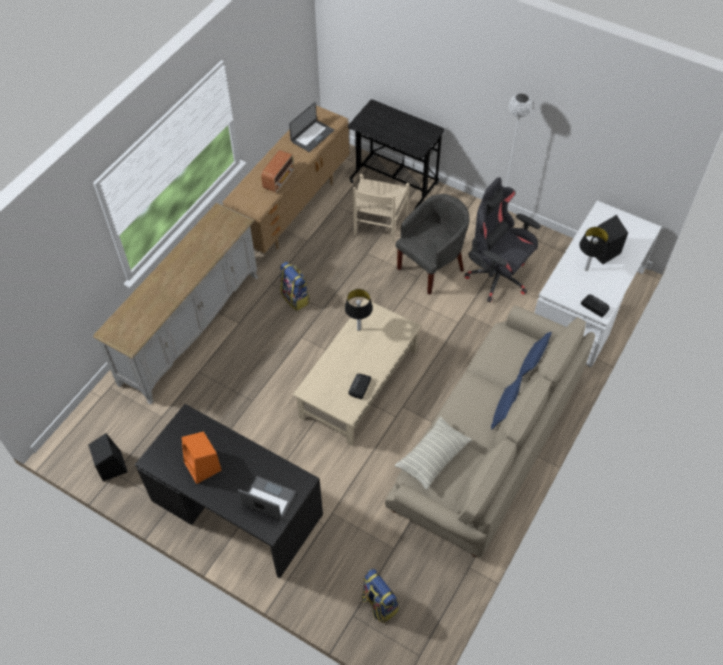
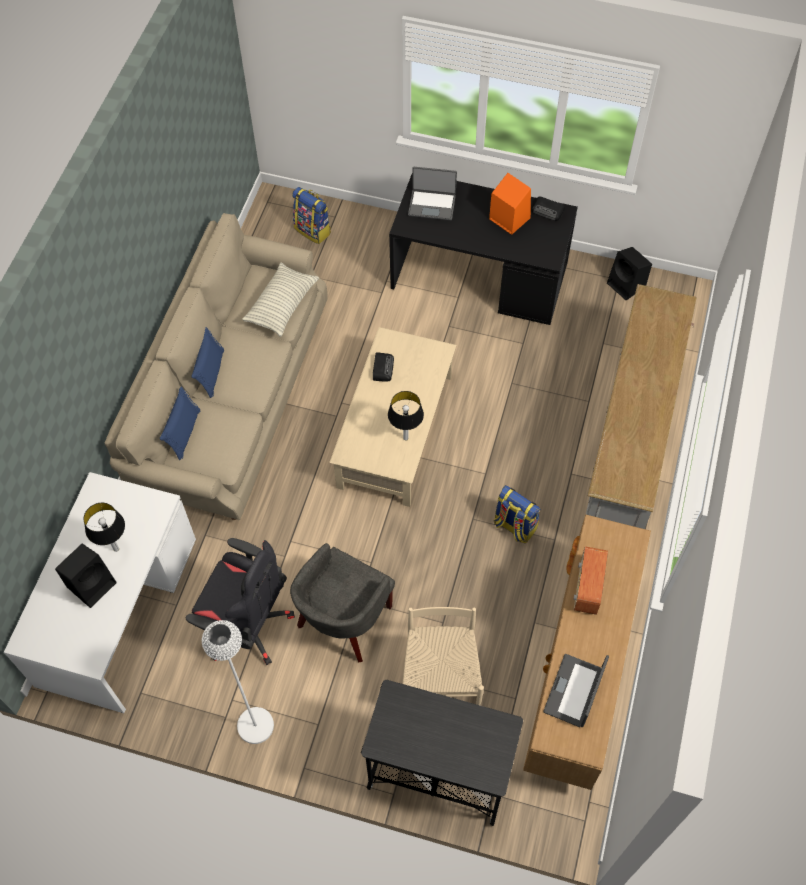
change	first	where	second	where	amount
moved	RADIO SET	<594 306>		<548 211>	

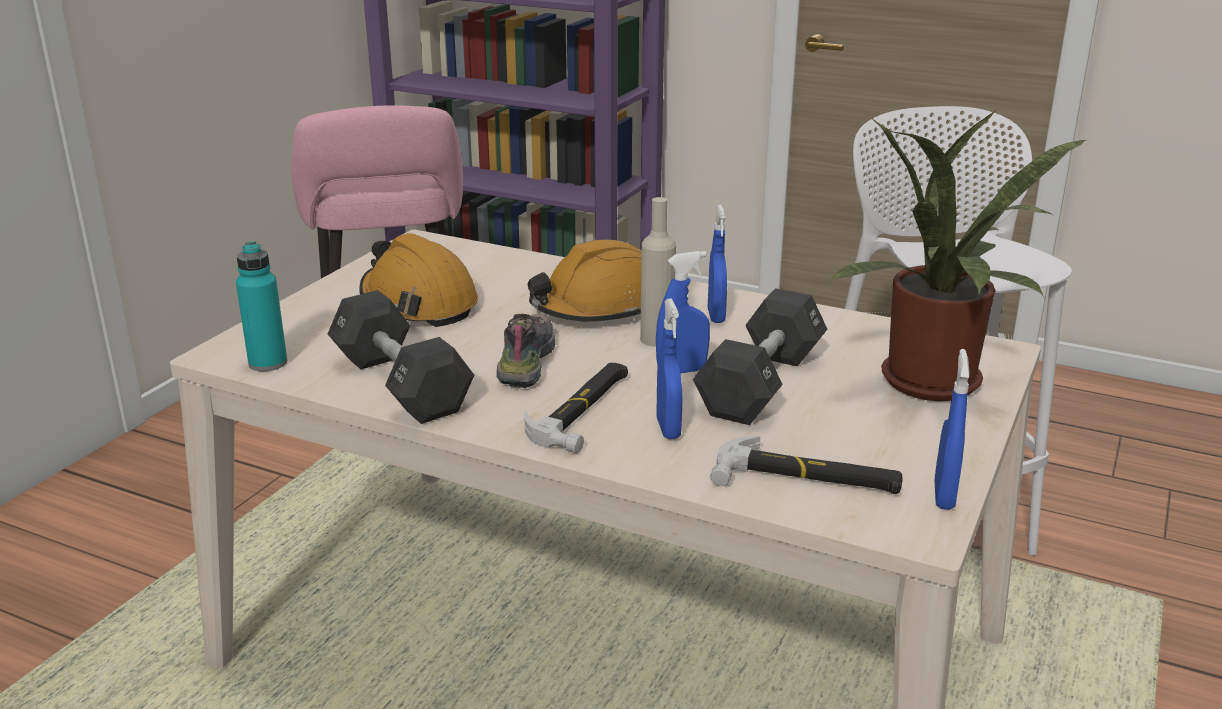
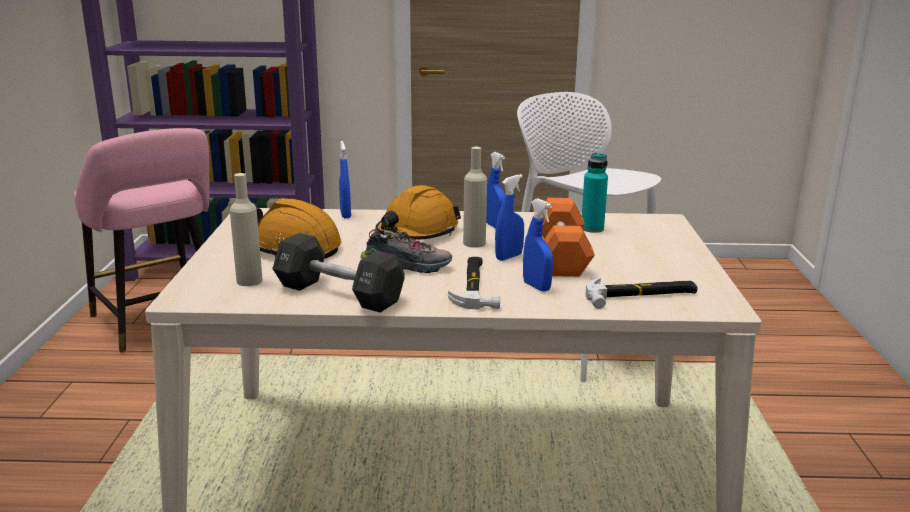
change	first	where	second	where	amount
removed	POTTED PLANT	<936 387>			
added			SAND-COLOURED DRINK BOTTLE	<249 281>	
moved	BLUE-GREEN DRINK BOTTLE	<268 363>		<592 229>	
moved	BLUISH SPRAYER	<944 495>		<345 214>	
recoloured	BLACK-COLOURED DUMBBELL	<761 384>	ORANGE-COLOURED DUMBBELL	<561 255>	
turned	LOW SHOE	<525 361>		<406 268>	105 degrees clockwise

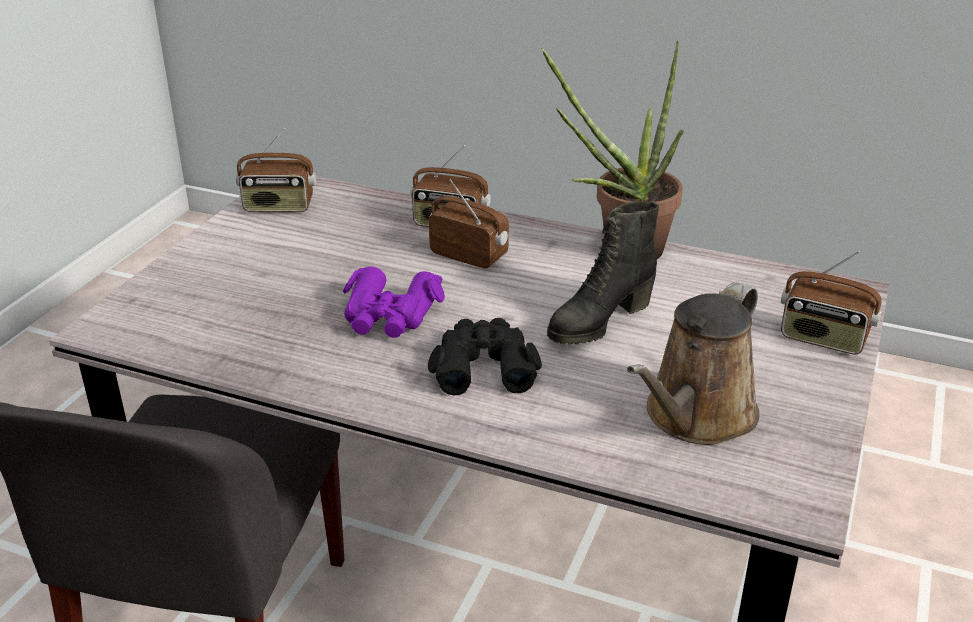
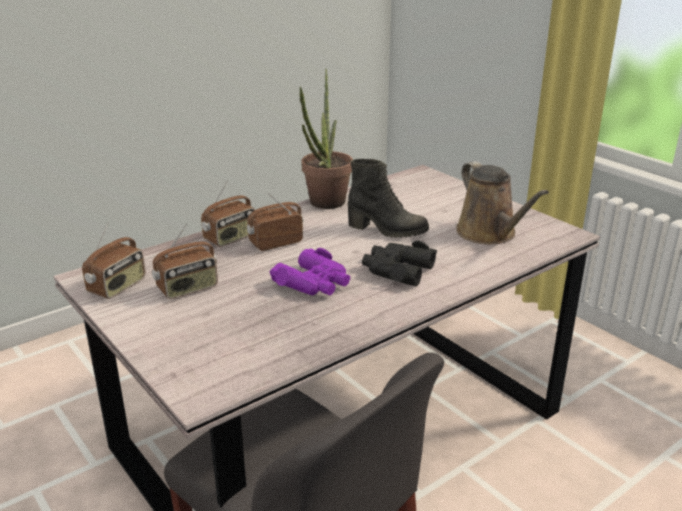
change	first	where	second	where	amount
moved	RADIO SET	<823 339>		<188 289>	
turned	BLACK-COLOURED HIGH-TOP BOOT	<599 322>		<387 230>	60 degrees counterclockwise

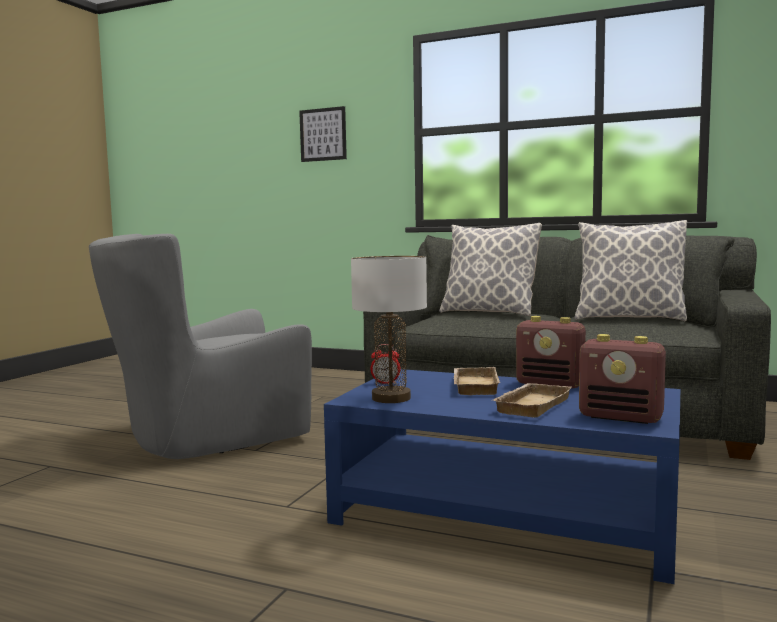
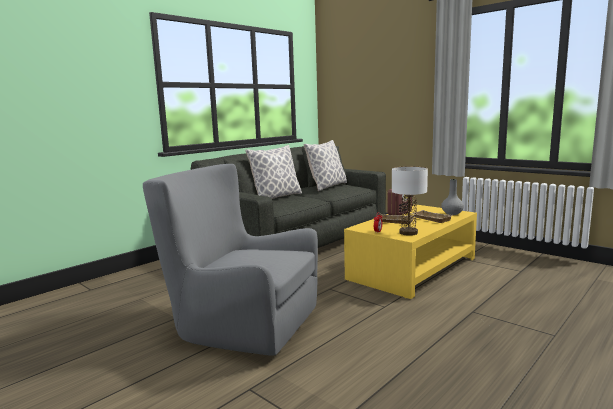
change	first	where	second	where	amount
removed	WALL ART	<323 134>			
replaced	RADIO SET	<621 417>	GREY DECORATIVE VASE	<452 213>	
recoloured	BLUISH COFFEE TABLE	<506 513>	YELLOWISH COFFEE TABLE	<412 269>	
turned	GREY LOUNGE CHAIR	<207 437>		<239 324>	120 degrees clockwise

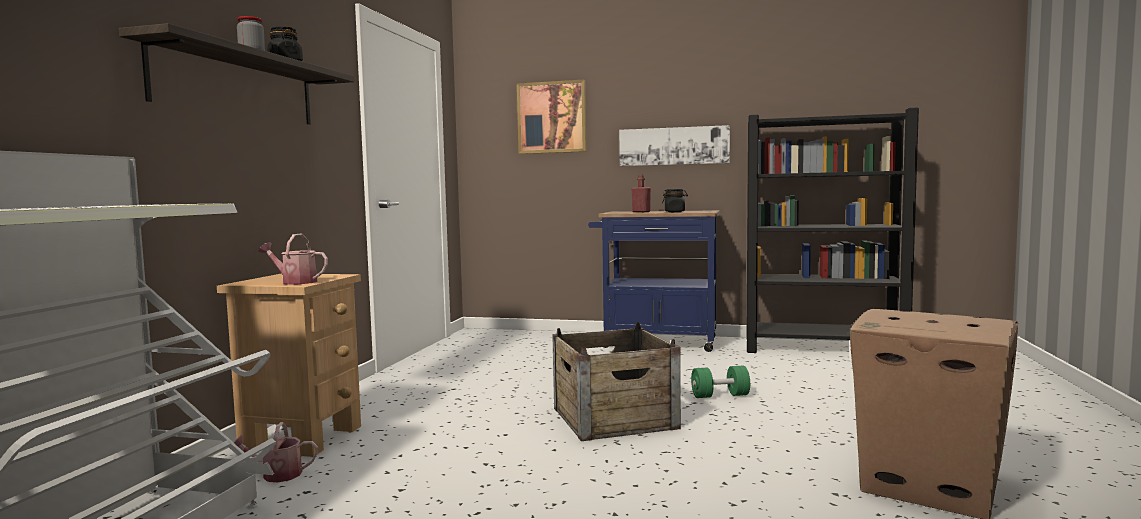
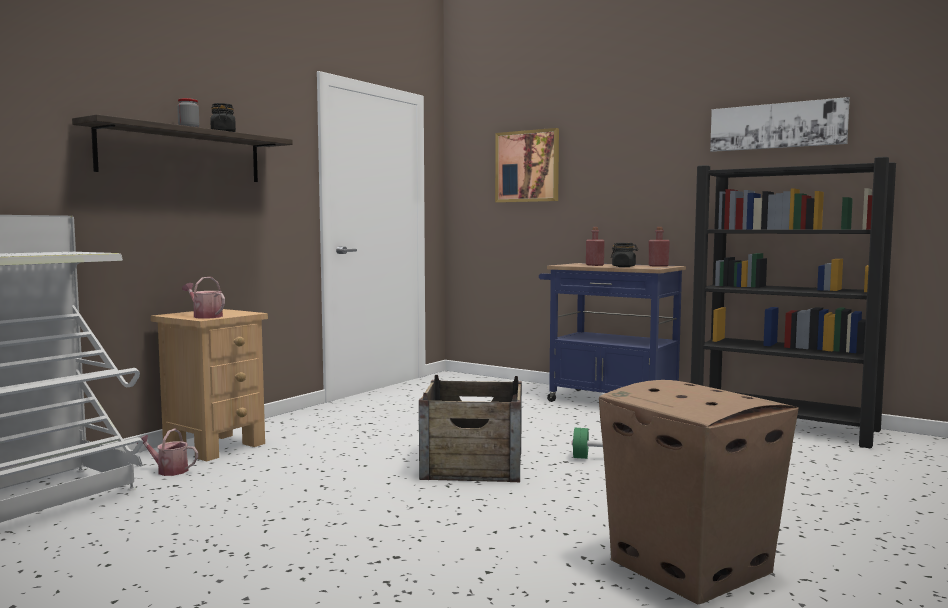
change	first	where	second	where	amount
added			RED-COLOURED DRINK BOTTLE	<658 266>	
moved	WALL ART	<674 146>		<777 126>	

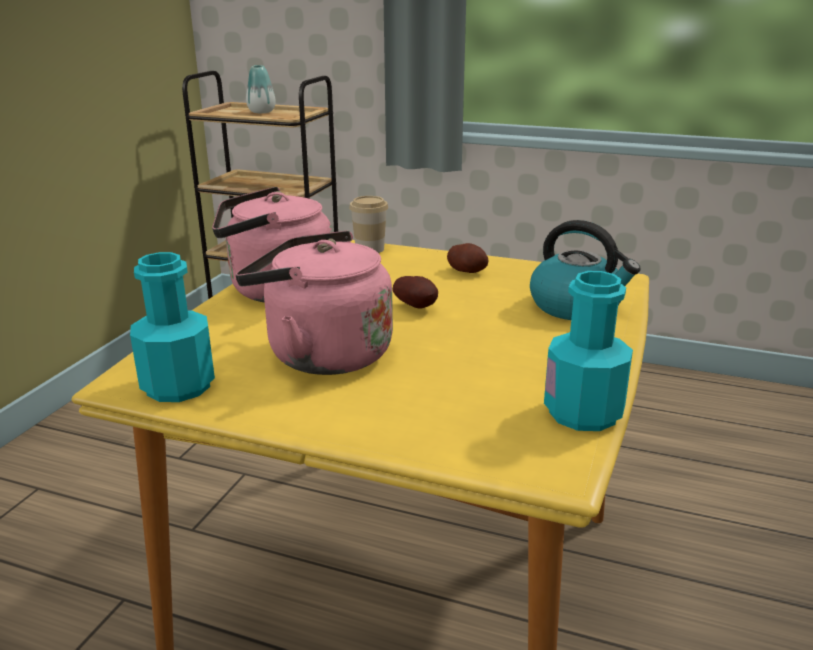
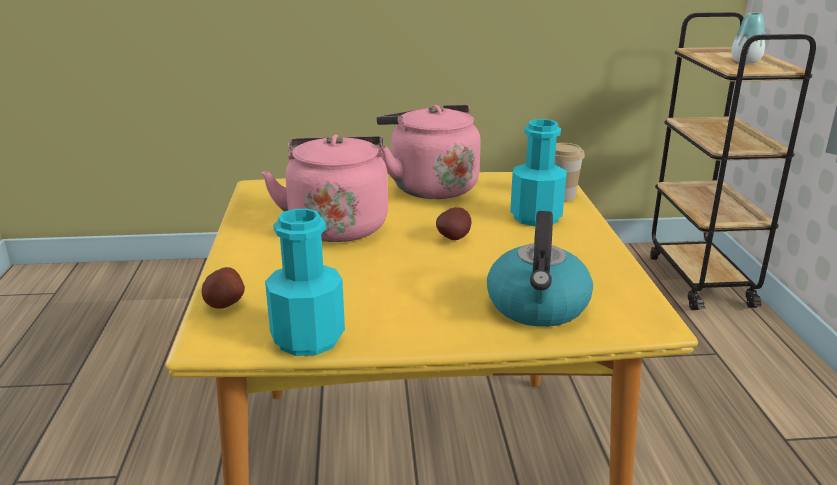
change	first	where	second	where	amount
moved	BLUE-GREEN DRINK BOTTLE	<178 386>		<536 217>	
moved	POTATO	<467 271>		<225 303>	

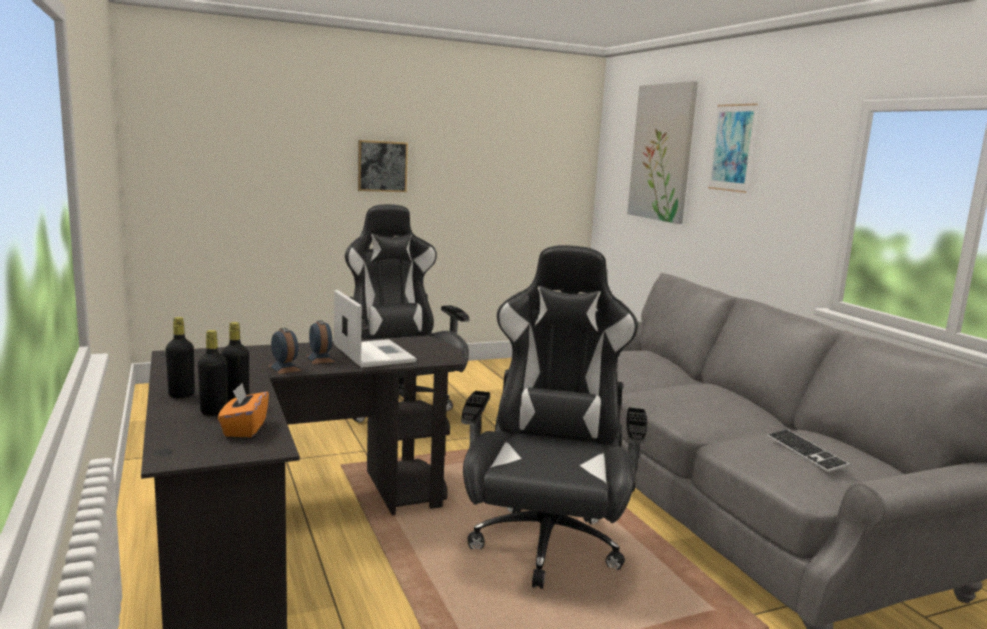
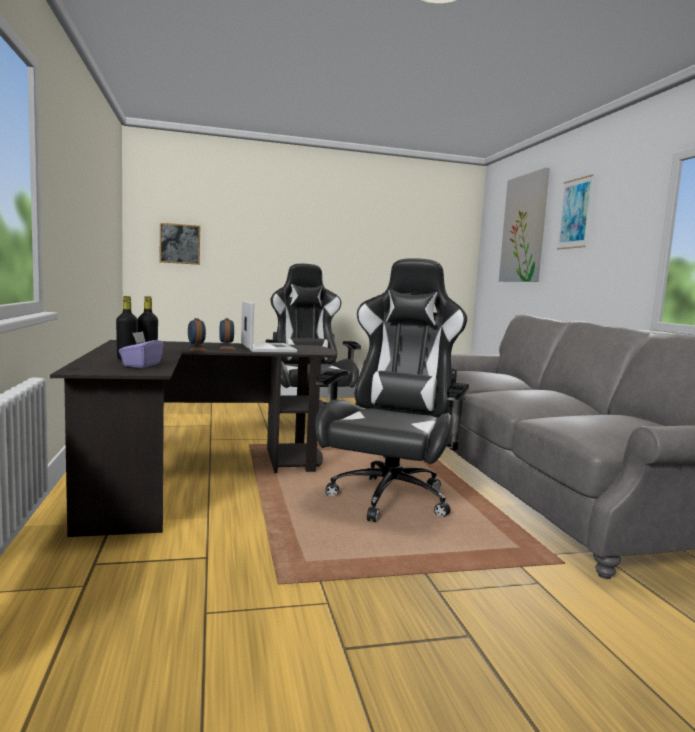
change	first	where	second	where	amount
removed	BLACK-COLOURED DRINK BOTTLE	<181 395>			
removed	COMPUTER KEYBOARD	<805 452>			
moved	WALL ART	<382 166>		<180 244>	
recoloured	ORANGE-COLOURED BOX OF TISSUES	<244 428>	PURPLISH BOX OF TISSUES	<141 365>	

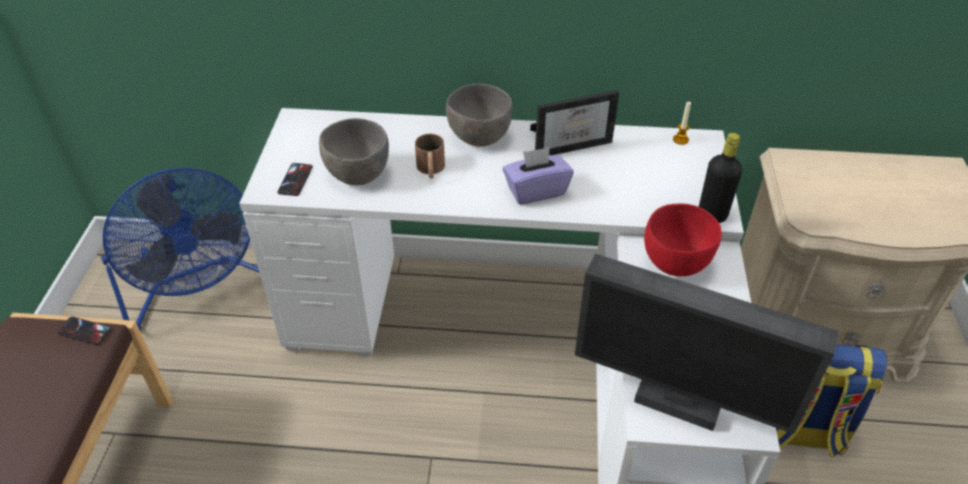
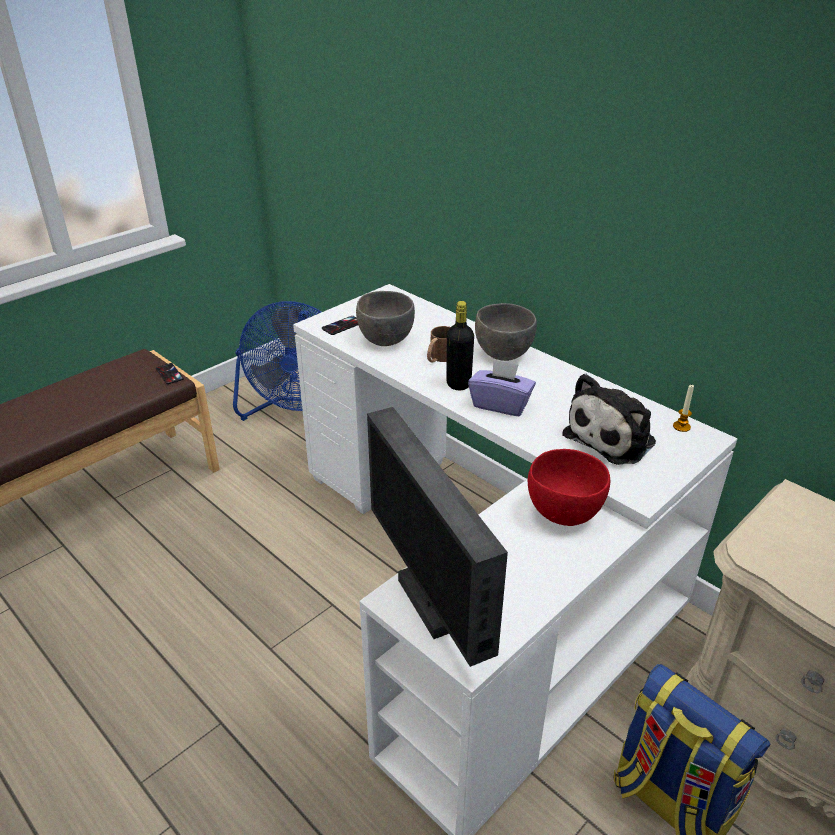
change	first	where	second	where	amount
removed	PICTURE FRAME	<572 144>			
added			PLUSH TOY	<613 437>	
moved	BLACK-COLOURED DRINK BOTTLE	<712 215>		<458 384>	

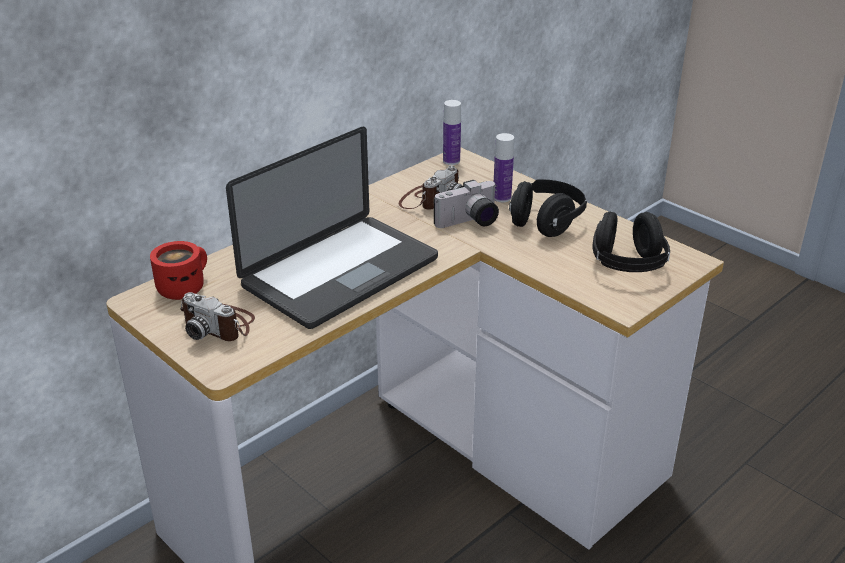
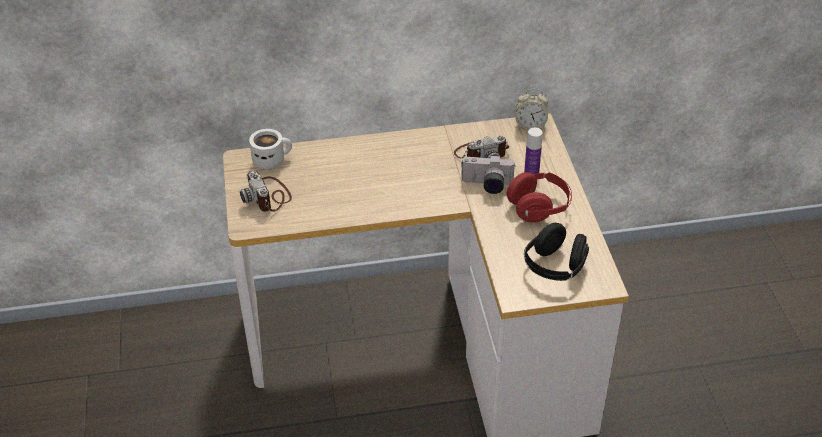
change	first	where	second	where	amount
removed	NOTEBOOK COMPUTER	<340 273>			
replaced	DRINK BOTTLE	<451 161>	ALARM CLOCK	<530 125>	
recoloured	RED-COLOURED TEA MUG	<183 287>	WHITISH TEA MUG	<271 160>	
recoloured	BLACK-COLOURED HEADPHONES	<546 222>	RED-COLOURED HEADPHONES	<539 208>	

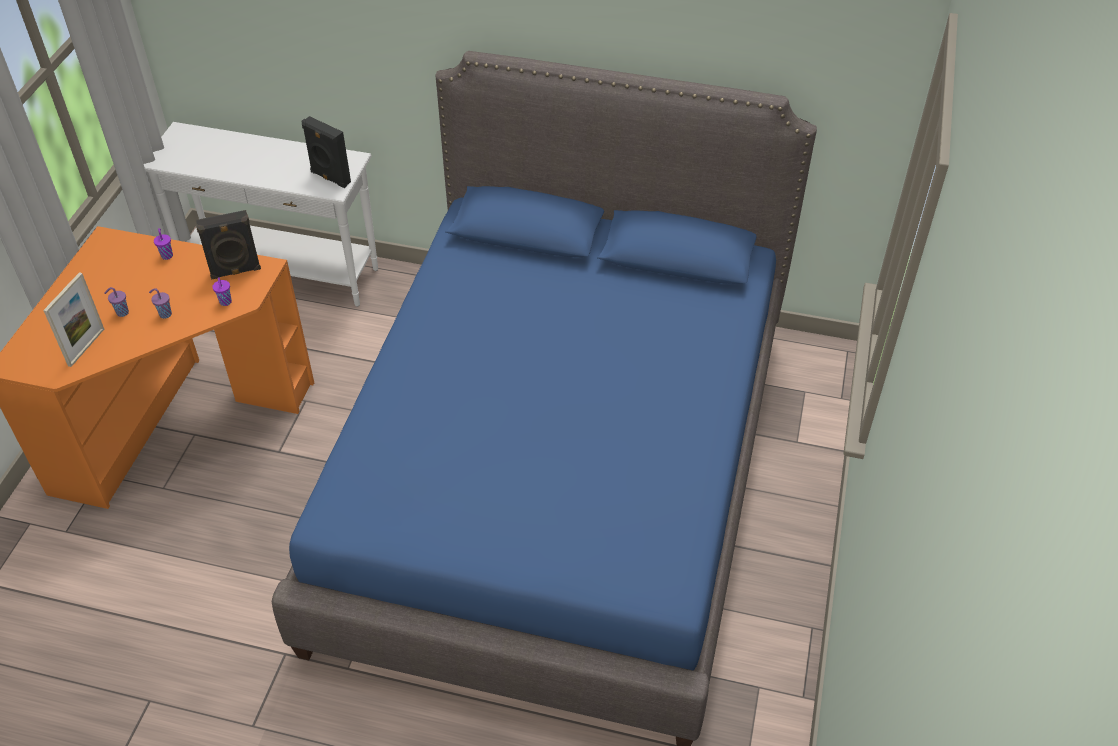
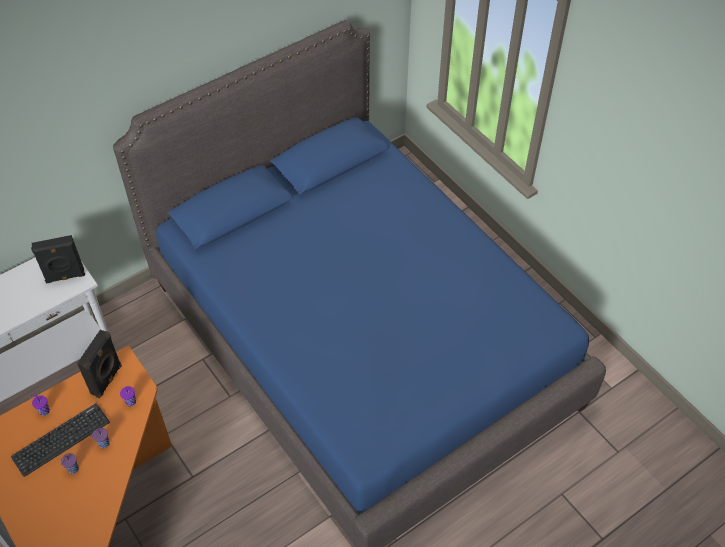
change	first	where	second	where	amount
removed	PICTURE FRAME	<86 347>			
added			COMPUTER KEYBOARD	<61 439>	

